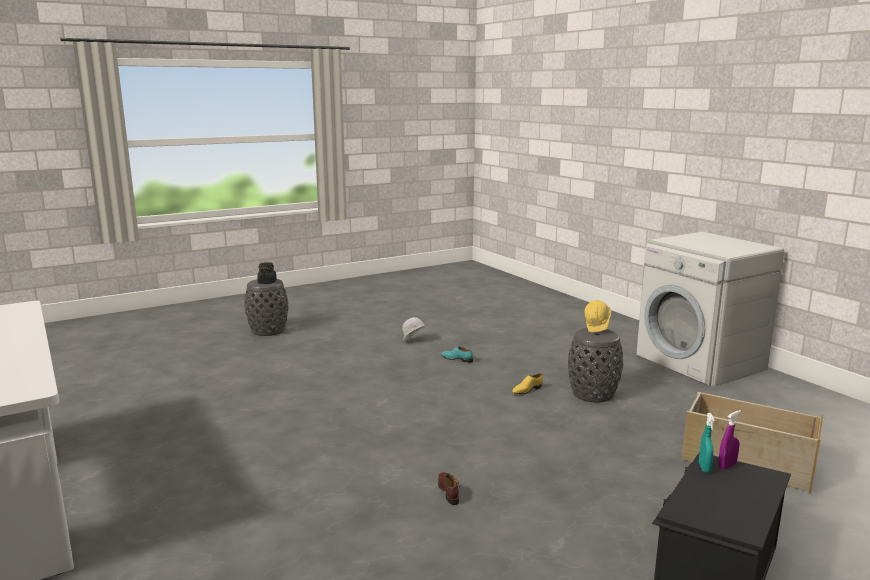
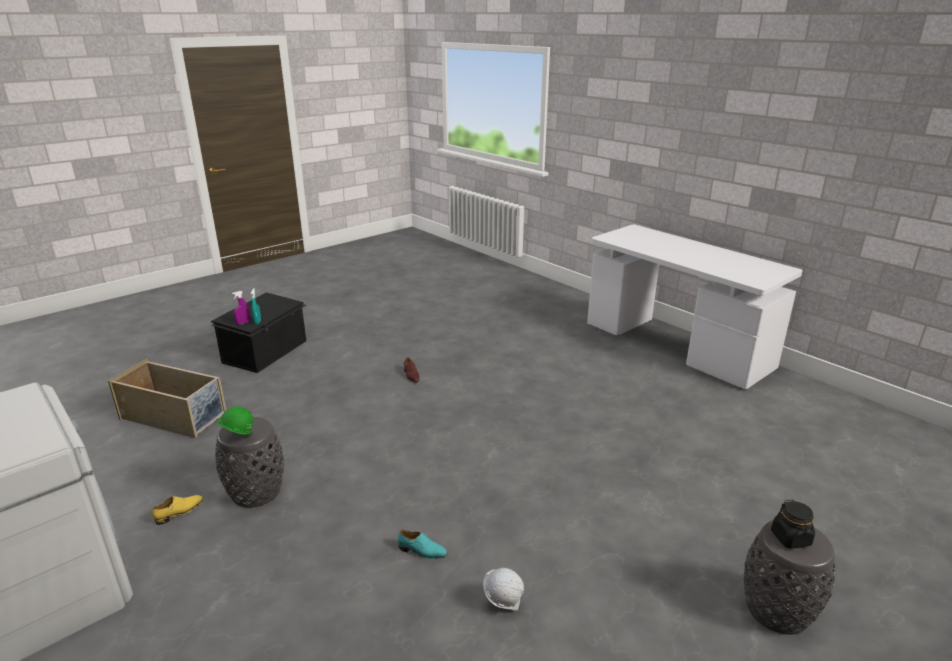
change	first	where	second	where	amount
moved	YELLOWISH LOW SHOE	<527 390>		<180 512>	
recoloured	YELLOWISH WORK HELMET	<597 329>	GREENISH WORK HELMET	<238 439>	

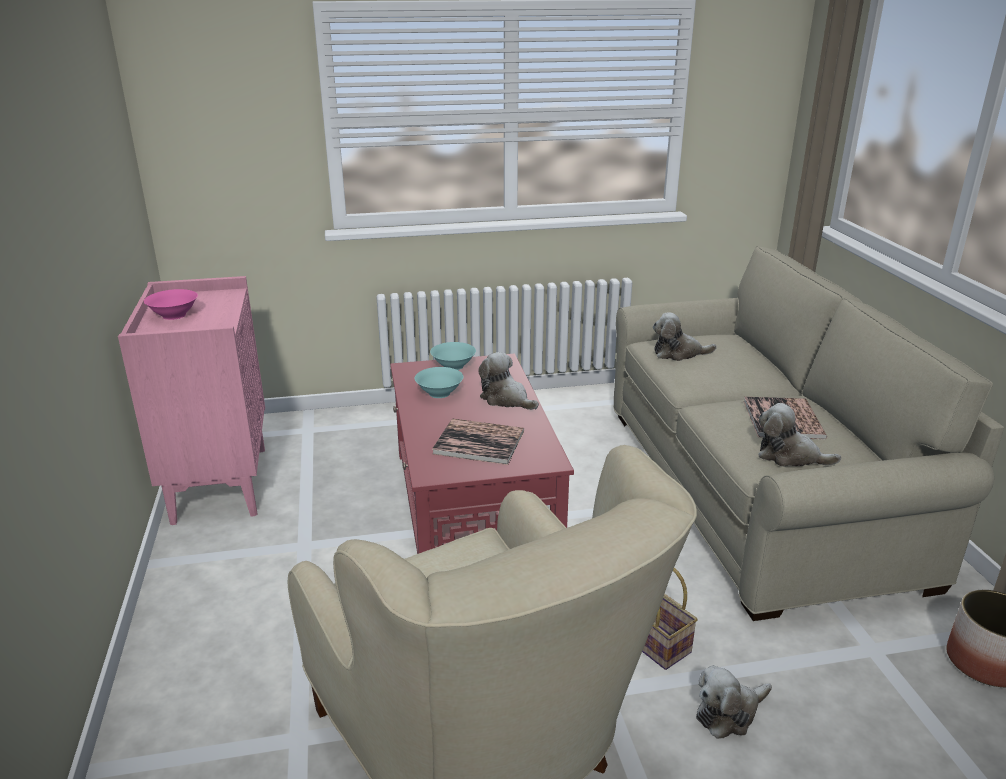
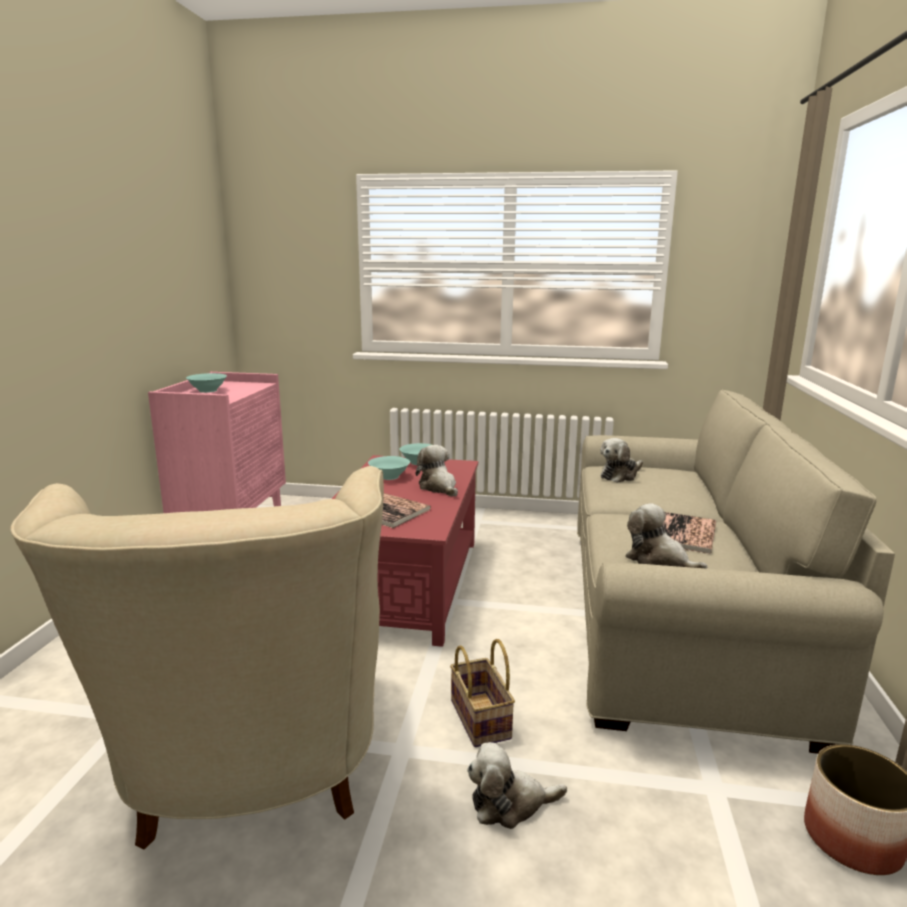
change	first	where	second	where	amount
recoloured	PINK SERVING BOWL	<174 315>	BLUE-GREEN SERVING BOWL	<208 391>	
turned	PLUSH TOY	<678 353>		<620 475>	60 degrees counterclockwise

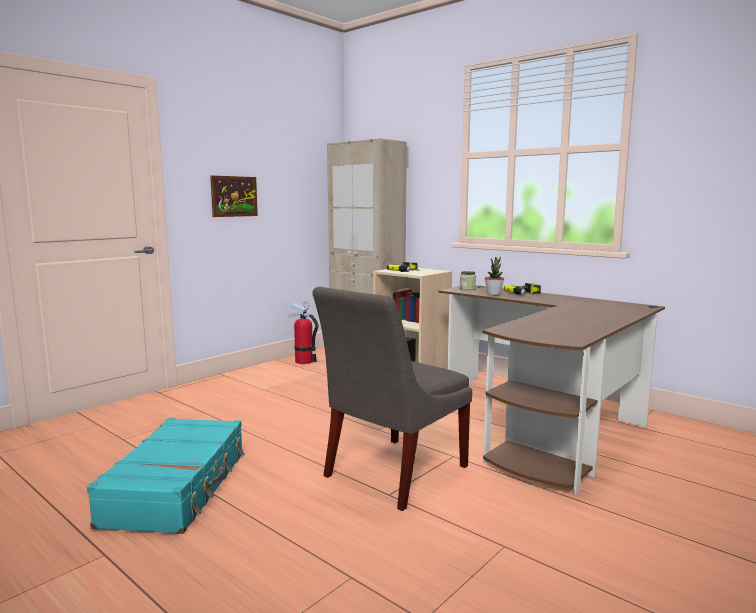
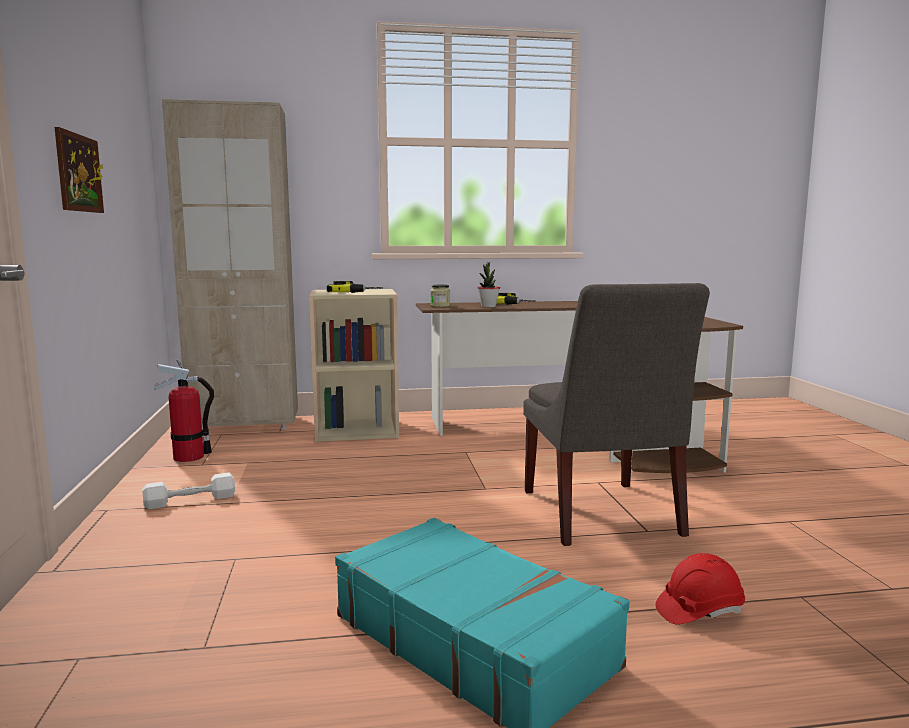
change	first	where	second	where	amount
added			WHITISH DUMBBELL	<190 501>	
added			RED-COLOURED WORK HELMET	<699 610>	

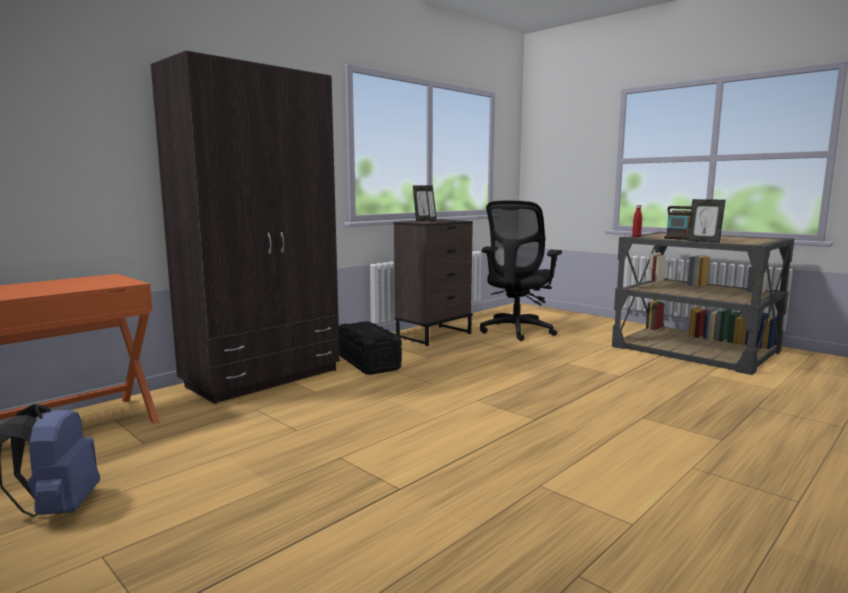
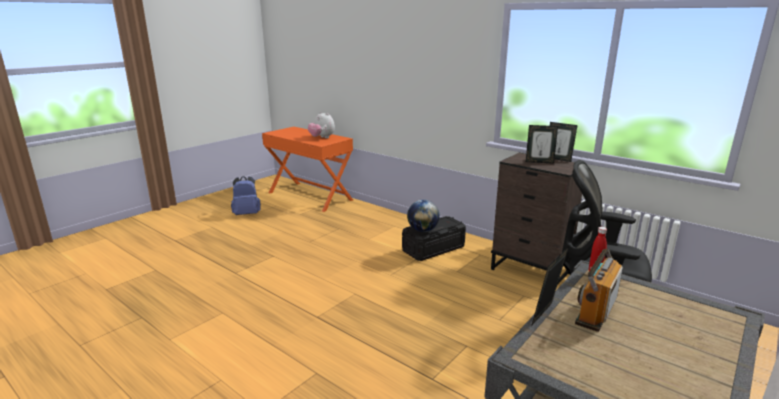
change	first	where	second	where	amount
removed	BROWNISH WARDROBE	<263 378>			
added			PLUSH TOY	<322 138>	
added			GLOBE	<423 230>	

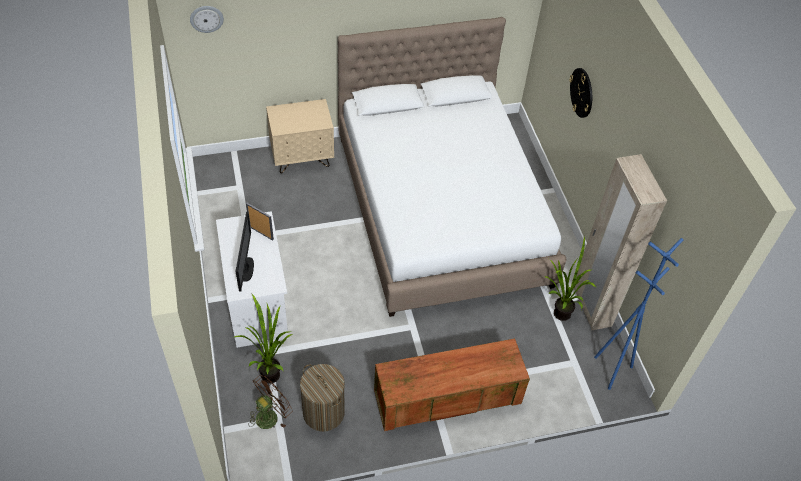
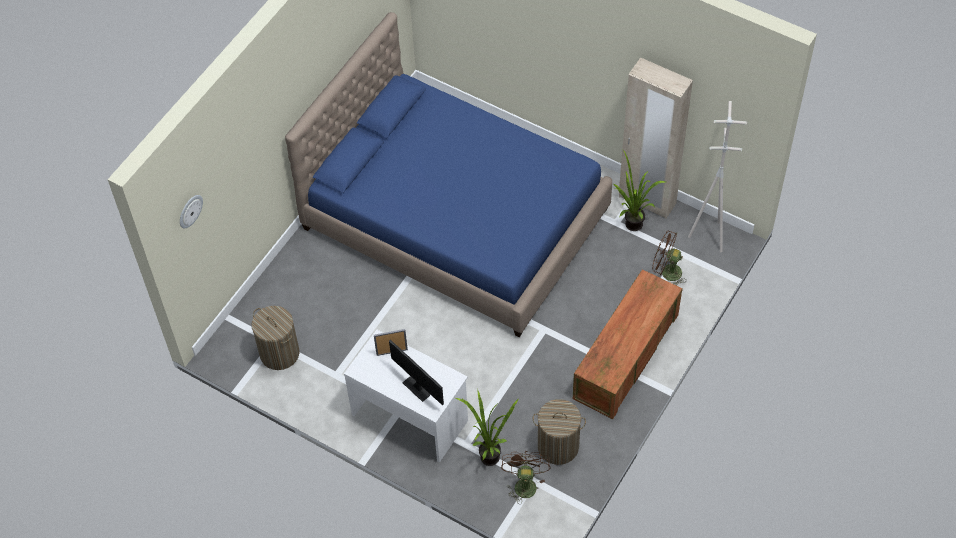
change	first	where	second	where	amount
removed	SAND-COLOURED NIGHTSTAND	<302 158>			
removed	WALL CLOCK	<582 92>			
added			WASHING BASKET	<279 353>	
added			BROWNISH COOLING FAN	<666 272>	
recoloured	WHITISH BEDROOM BED	<441 209>	BLUISH BEDROOM BED	<455 218>	
recoloured	BLUISH GARMENT STAND	<612 371>	GREY GARMENT STAND	<710 237>	

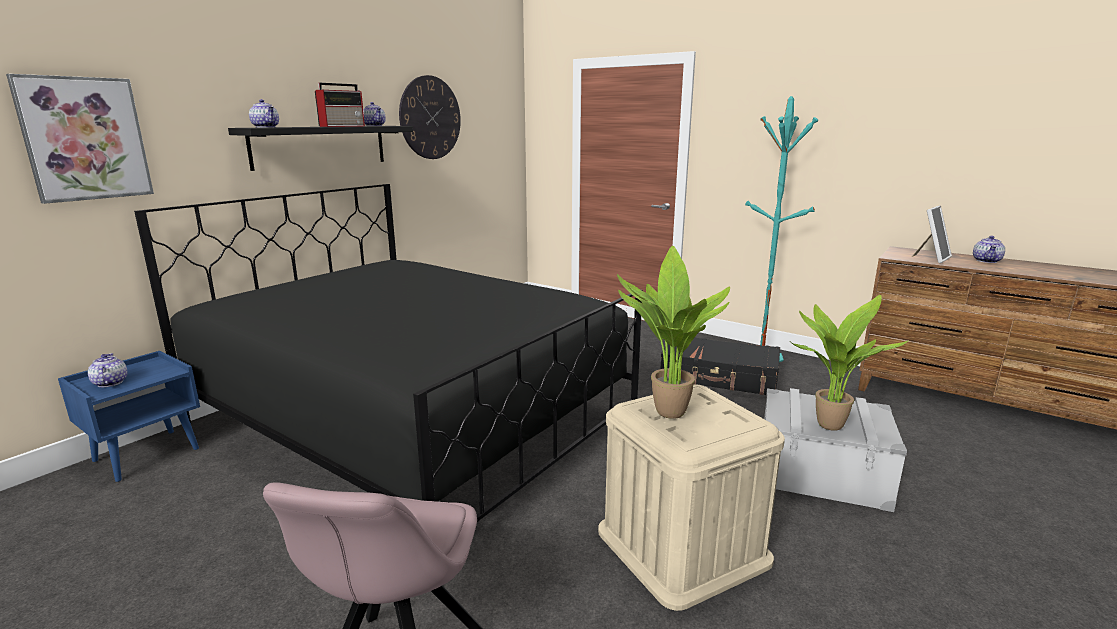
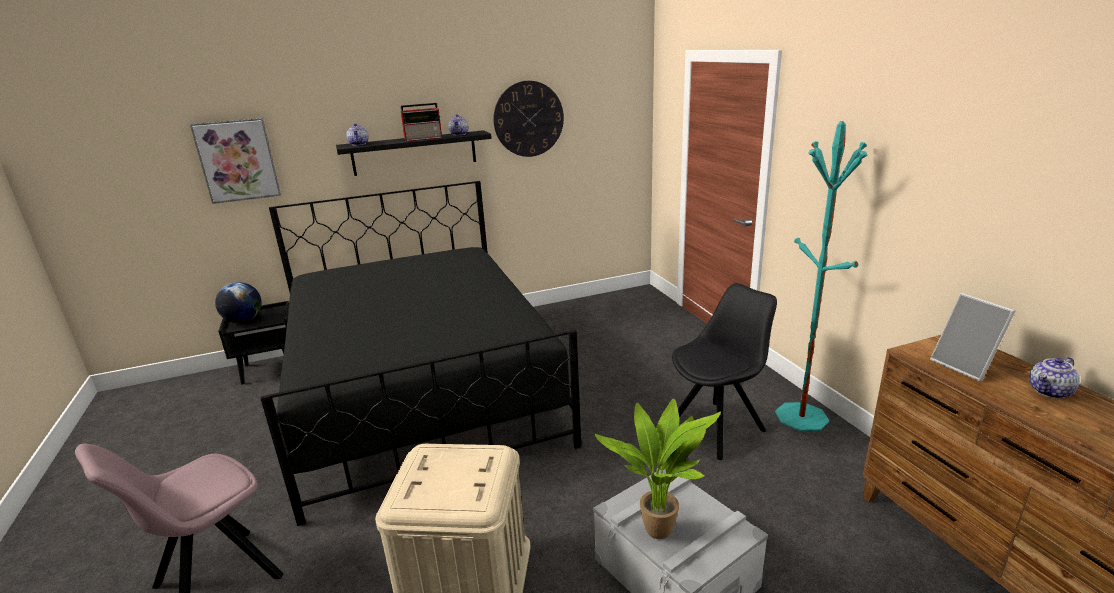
change	first	where	second	where	amount
removed	POTTED PLANT	<665 412>			
replaced	TEA POT	<110 383>	GLOBE	<243 321>	
replaced	BLACK-COLOURED TRAVEL CASE	<719 377>	BLACK-COLOURED UPRIGHT CHAIR	<717 428>	
recoloured	BLUISH NIGHTSTAND	<147 454>	BLACK-COLOURED NIGHTSTAND	<270 369>	
turned	PICTURE FRAME	<931 258>		<965 366>	75 degrees clockwise

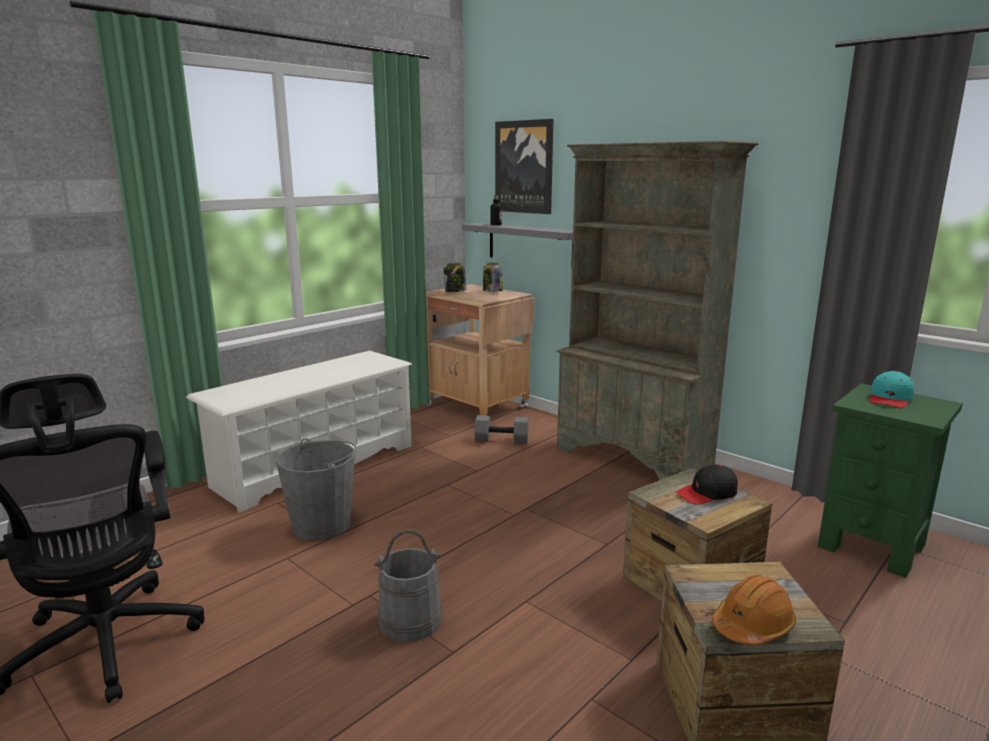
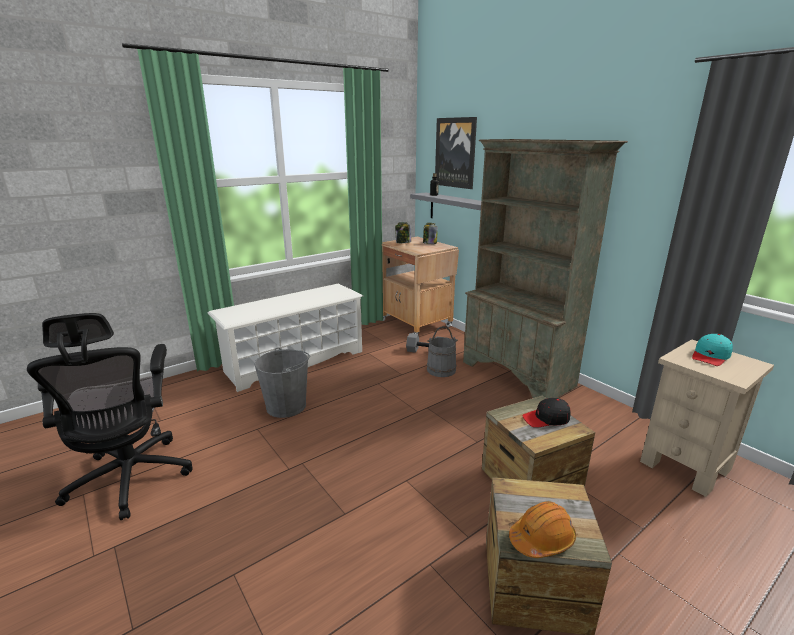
change	first	where	second	where	amount
moved	GREY PAIL	<410 621>		<441 370>	
recoloured	GREENISH NIGHTSTAND	<872 546>	SAND-COLOURED NIGHTSTAND	<685 466>	

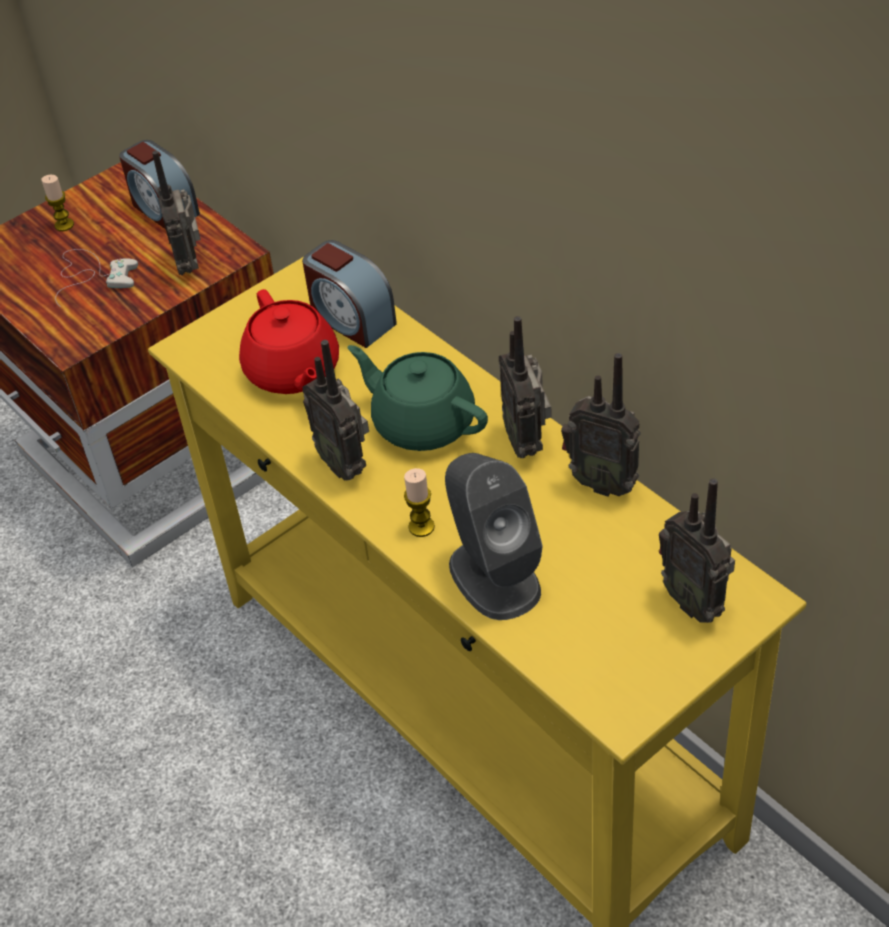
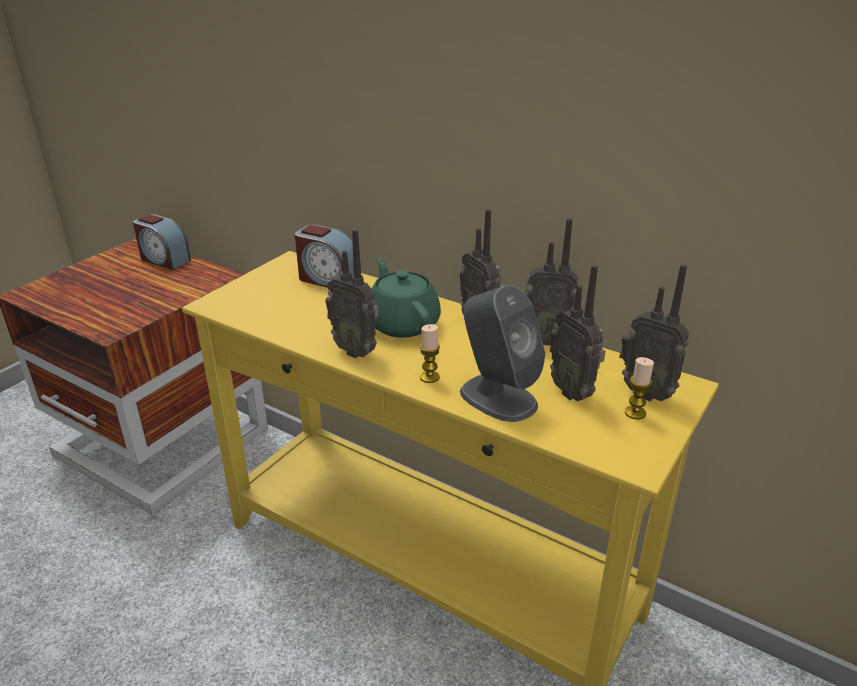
change	first	where	second	where	amount
removed	WHITISH JOYPAD	<93 275>			
removed	RED-COLOURED TEA POT	<293 372>			
moved	WAX CANDLE	<64 225>		<635 413>	
moved	RADIO SET	<191 264>		<573 391>	
turned	GREENISH TEA POT	<422 423>		<403 323>	45 degrees clockwise

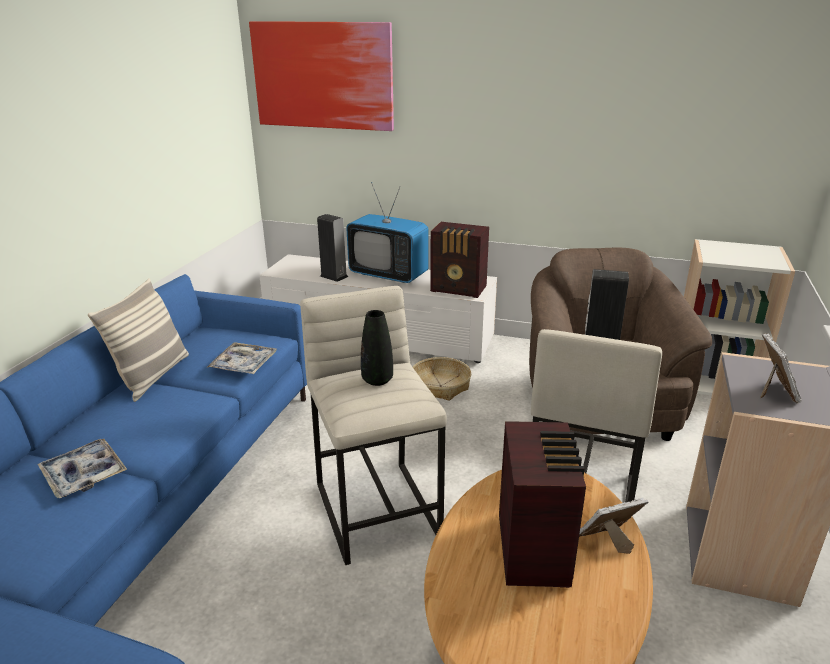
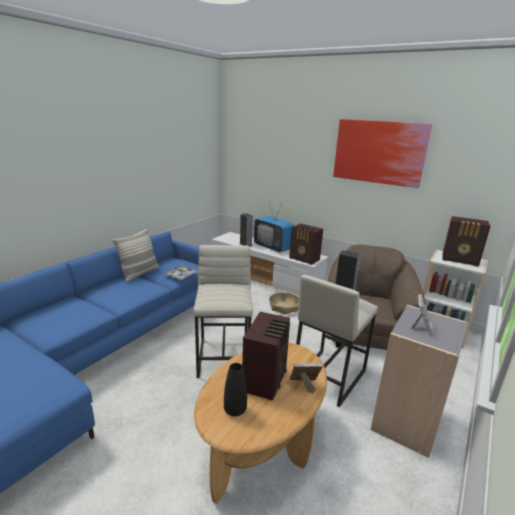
change	first	where	second	where	amount
removed	TRAY	<84 474>			
added			RADIO SET	<460 260>	
moved	WALL ART	<323 75>		<379 152>	
moved	BLACK-COLOURED DECORATIVE VASE	<377 380>		<235 410>	

